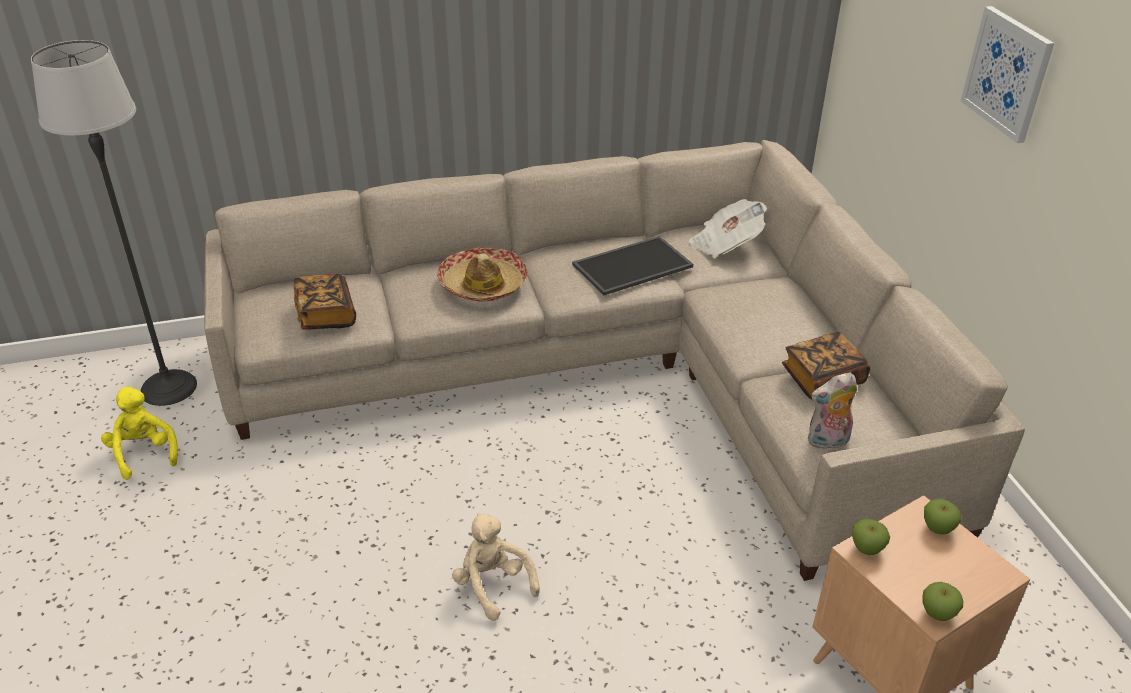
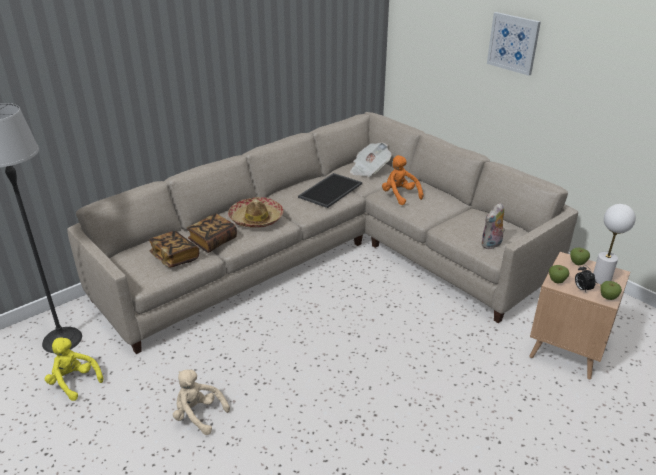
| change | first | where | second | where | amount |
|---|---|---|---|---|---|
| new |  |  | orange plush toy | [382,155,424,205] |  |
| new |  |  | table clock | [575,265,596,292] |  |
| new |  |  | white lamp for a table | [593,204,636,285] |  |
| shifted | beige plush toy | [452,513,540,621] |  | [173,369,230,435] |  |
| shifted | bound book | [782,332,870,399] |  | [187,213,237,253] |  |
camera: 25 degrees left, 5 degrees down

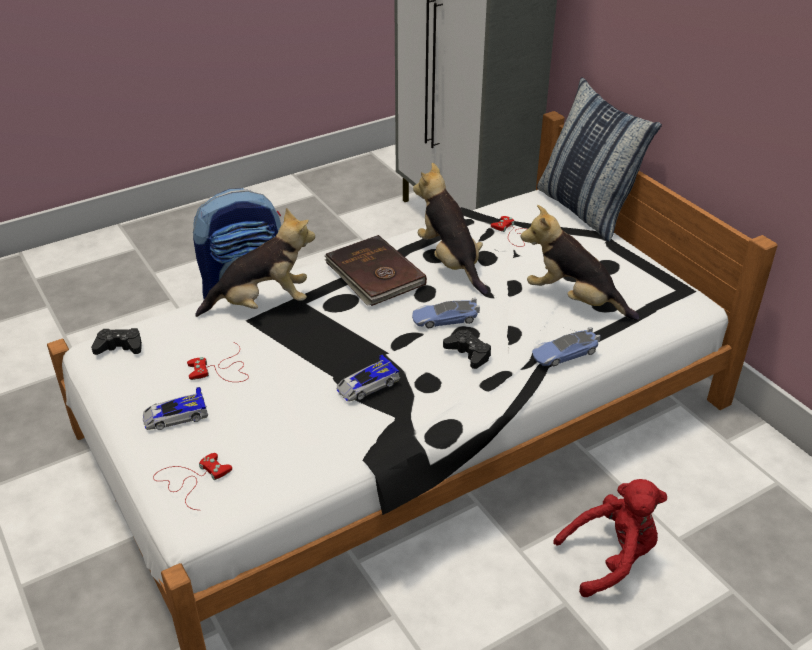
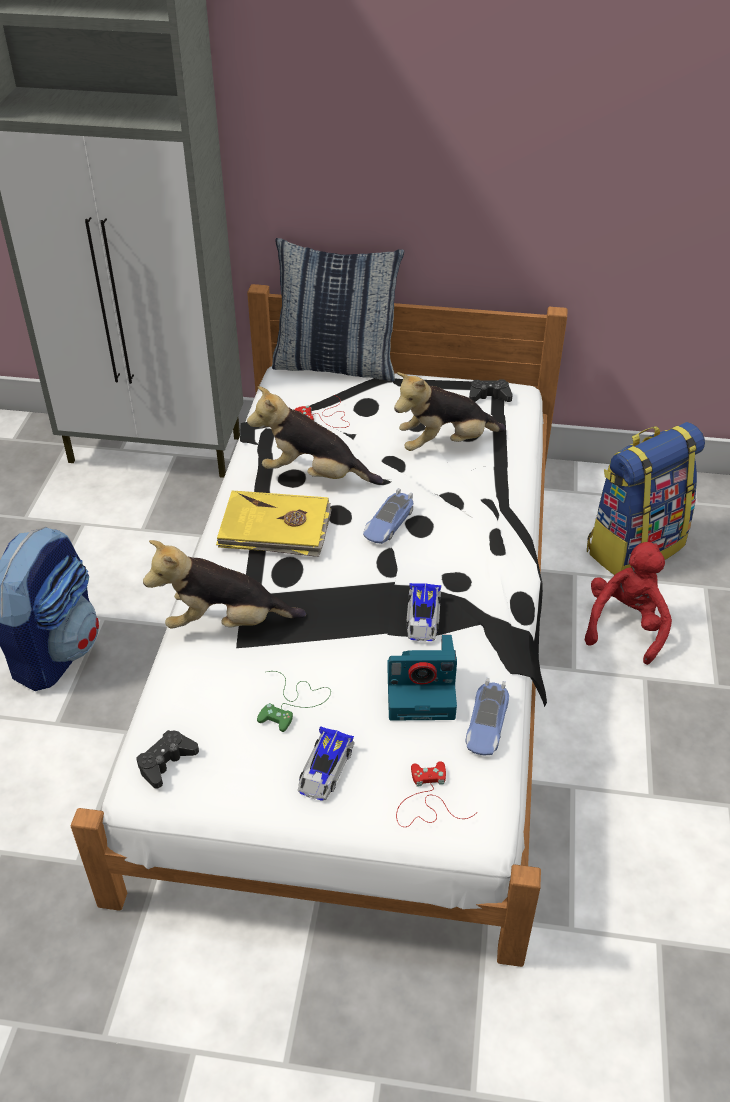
| change | first | where | second | where | amount |
|---|---|---|---|---|---|
| new |  |  | still camera | [387,635,457,721] |  |
| new |  |  | knapsack | [587,422,705,575] |  |
| shifted | blackish joypad | [443,330,491,369] |  | [469,380,513,402] |  |
| shifted | model car | [532,327,601,366] |  | [465,678,509,755] |  |
| repainted | red-coloured joypad | [187,343,249,382] | green joypad | [257,671,331,732] |  |
| repainted | brown bound book | [325,235,427,306] | yellow bound book | [216,491,332,557] |  |
| rotated | plush toy | [195,208,315,317] |  | [143,540,306,629] | 120 degrees counterclockwise |
camera: 50 degrees left, 5 degrees up

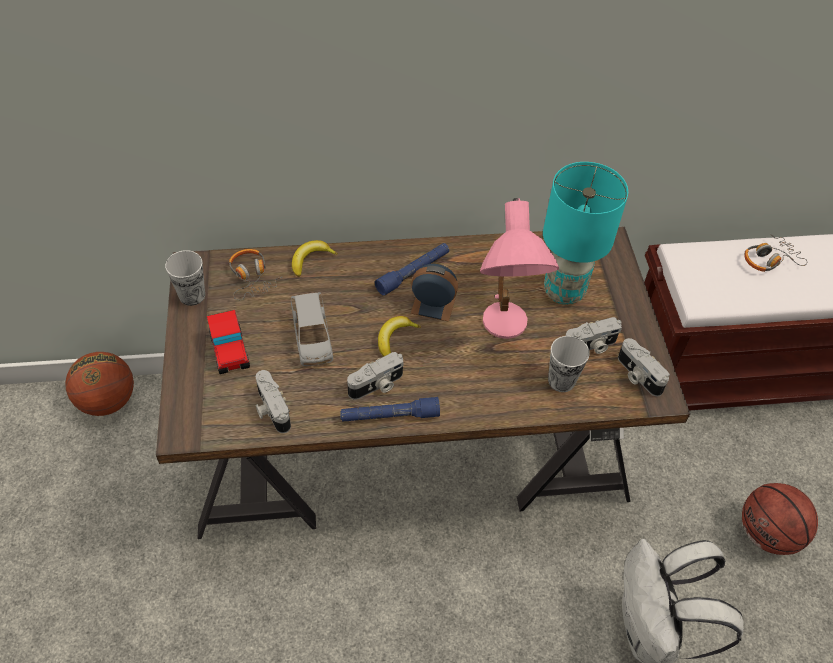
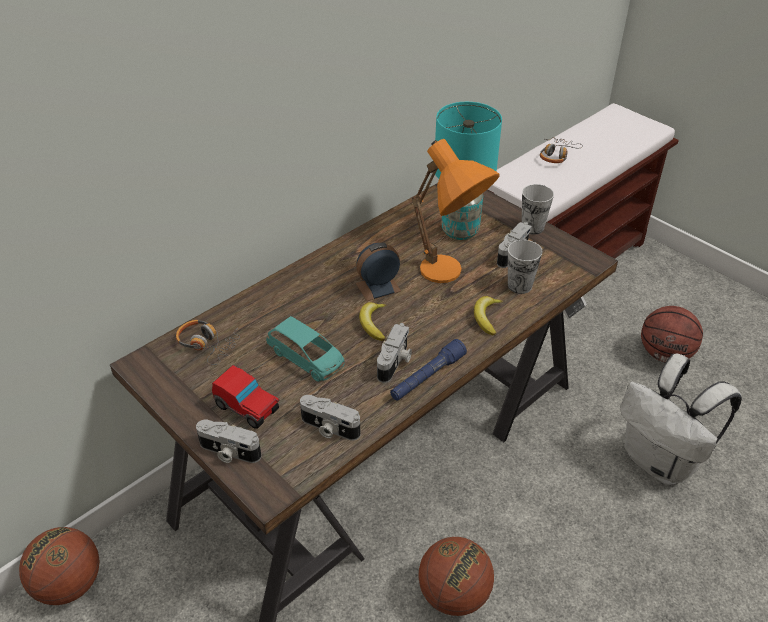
| change | first | where | second | where | amount |
|---|---|---|---|---|---|
| gone | bluish flashlight | [375,243,449,296] |  |  |  |
| new |  |  | basketball | [418,537,494,616] |  |
| shifted | drinking cup | [165,250,205,306] |  | [522,184,554,235] |  |
| shifted | whole banana | [292,240,338,277] |  | [474,296,503,335] |  |
| shifted | still camera | [618,338,670,396] |  | [196,420,261,463] |  |
| repainted | grey model car | [291,292,333,366] | turquoise-coloured model car | [266,316,345,382] |  |
| repainted | pink-coloured lamp for a table | [480,198,559,339] | orange lamp for a table | [412,139,500,283] |  |
camera: 35 degrees left, 10 degrees down

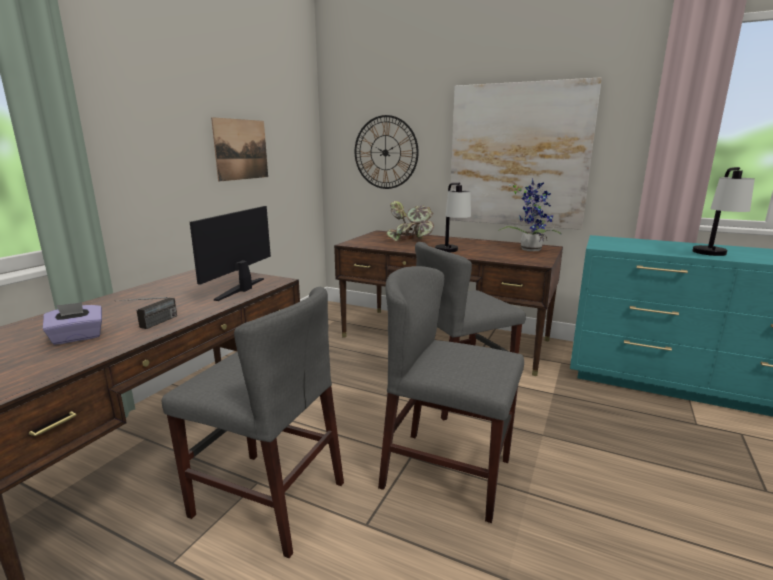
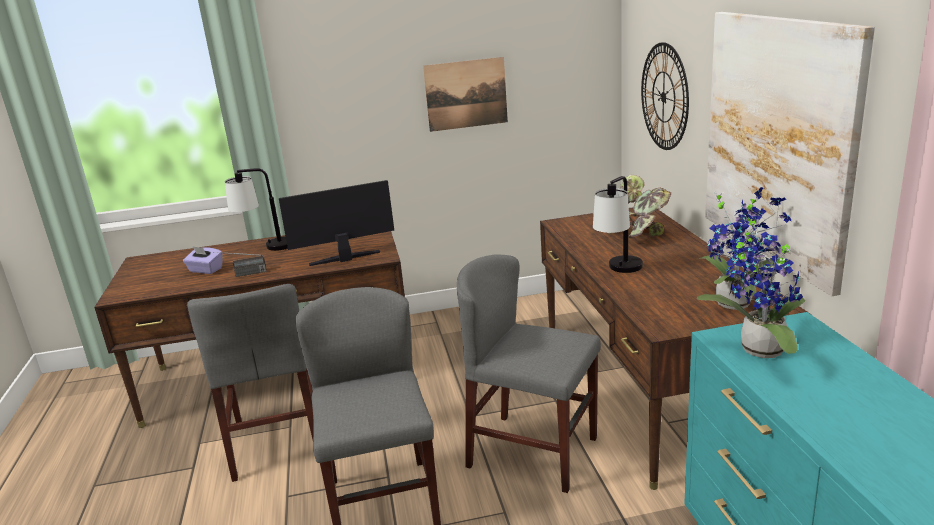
| change | first | where | second | where | amount |
|---|---|---|---|---|---|
| new |  |  | potted plant | [697,222,805,358] |  |
| shifted | lamp for a table | [693,167,755,256] |  | [225,168,288,251] |  |
camera: 55 degrees right, 5 degrees up

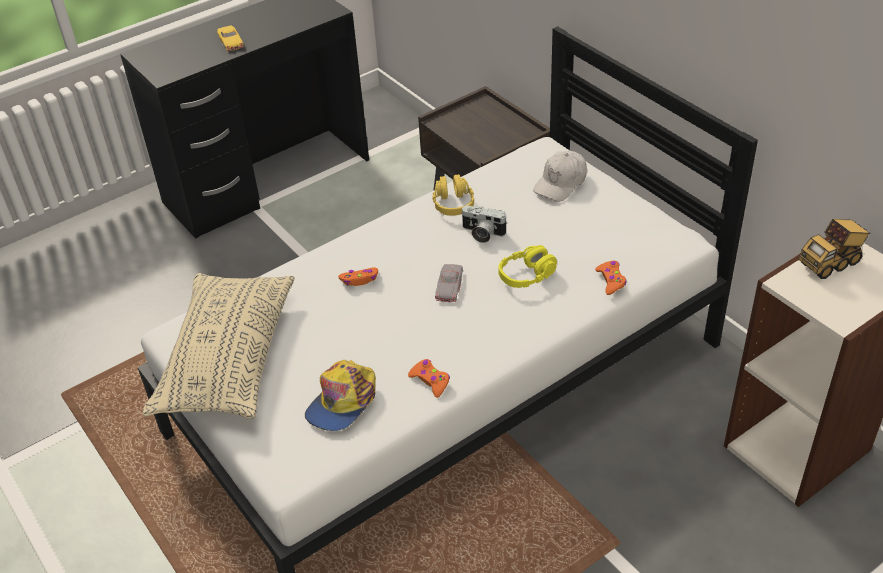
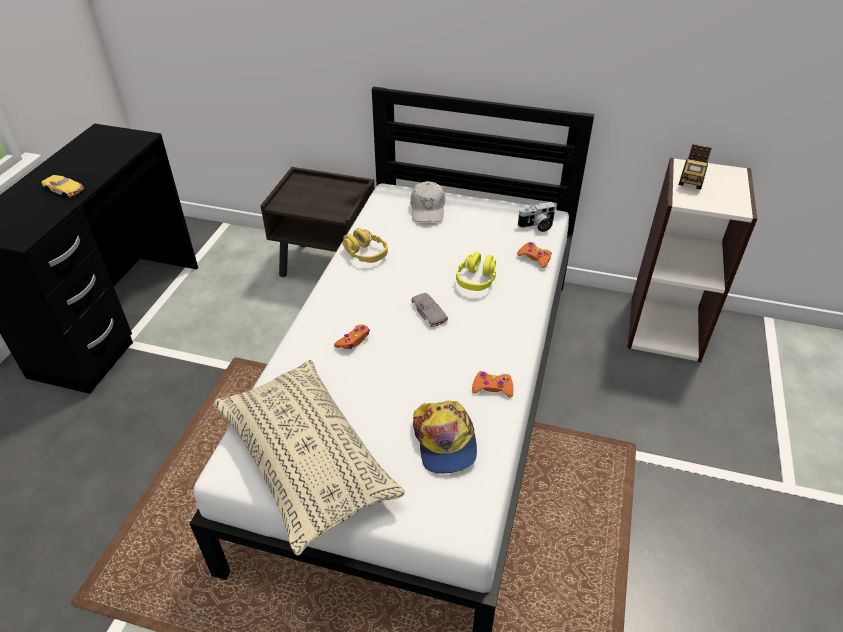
| change | first | where | second | where | amount |
|---|---|---|---|---|---|
| shifted | still camera | [461,206,508,243] |  | [518,202,556,232] |  |
camera: 40 degrees left, 0 degrees up

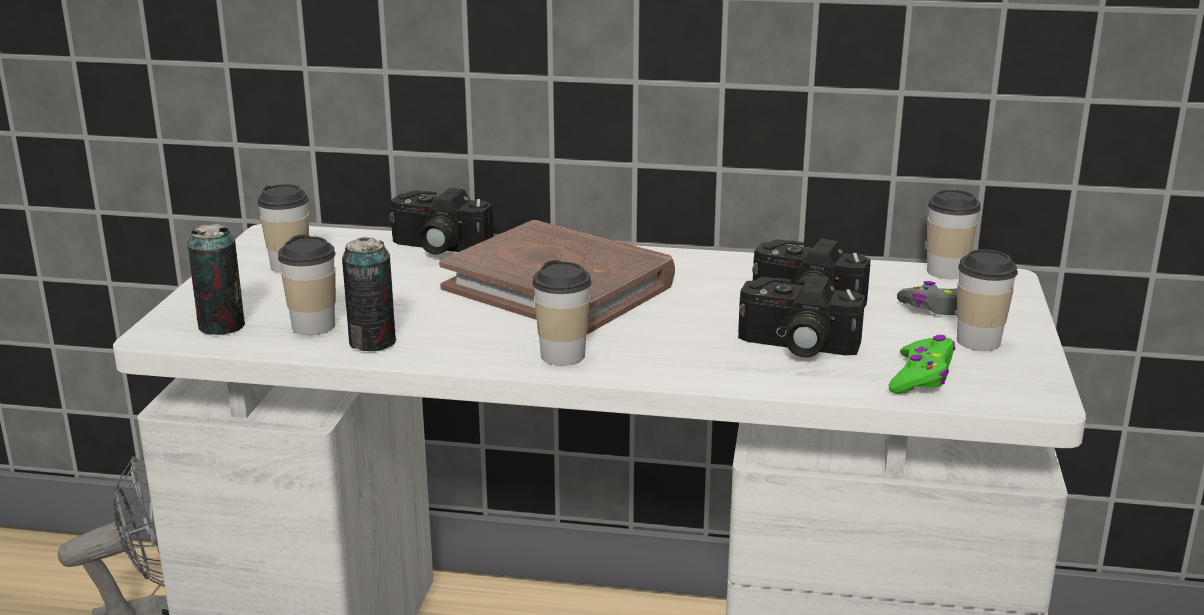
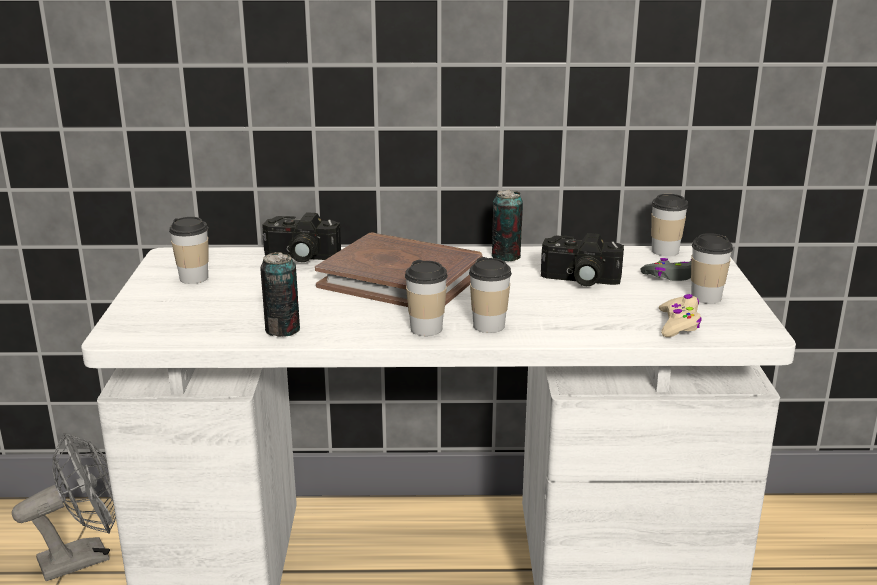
| change | first | where | second | where | amount |
|---|---|---|---|---|---|
| gone | still camera | [738,275,865,358] |  |  |  |
| shifted | metal can | [187,224,245,335] |  | [492,190,523,261] |  |
| shifted | drinking cup | [278,234,336,335] |  | [469,257,512,333] |  |
| repainted | green joypad | [889,335,955,394] | beige joypad | [659,294,702,337] |  |
camera: 10 degrees left, 0 degrees up

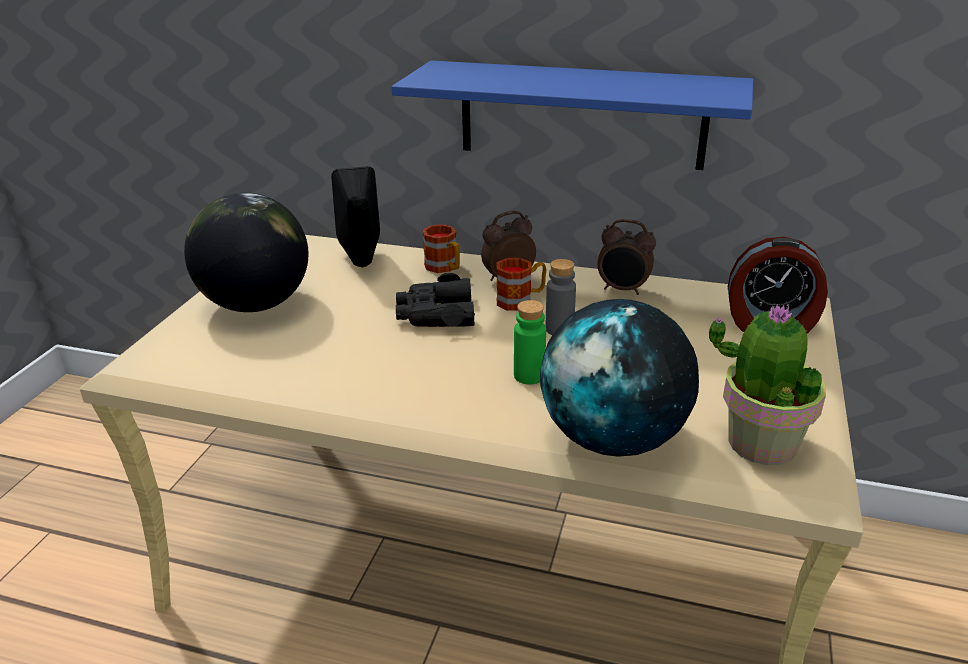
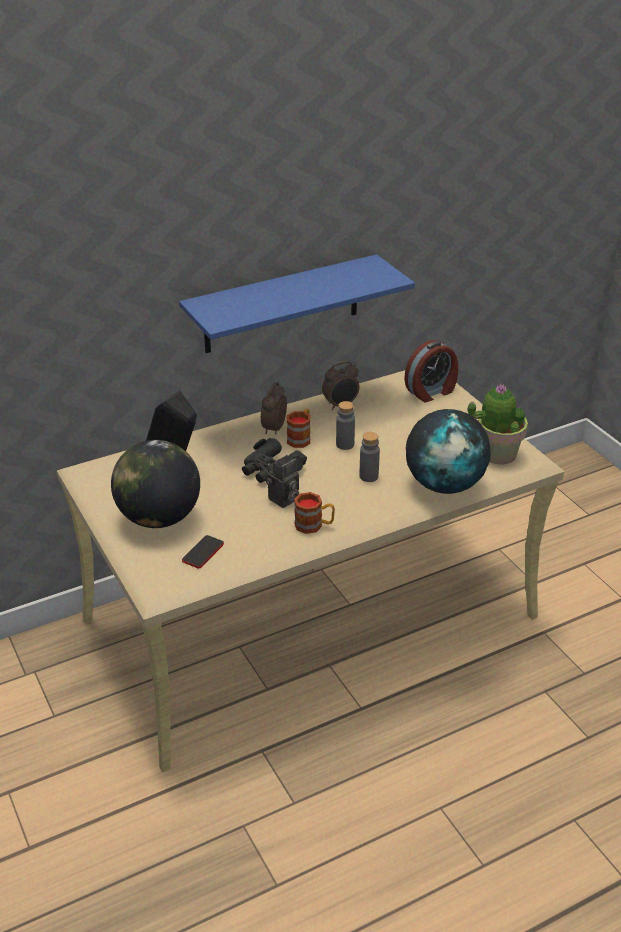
| change | first | where | second | where | amount |
|---|---|---|---|---|---|
| new |  |  | telephone | [182,535,224,569] |  |
| new |  |  | still camera | [266,455,299,508] |  |
| shifted | tea mug | [422,224,460,273] |  | [294,492,335,534] |  |
| repainted | green beverage bottle | [514,300,546,384] | grey beverage bottle | [359,432,380,482] |  |
camera: 45 degrees left, 5 degrees up

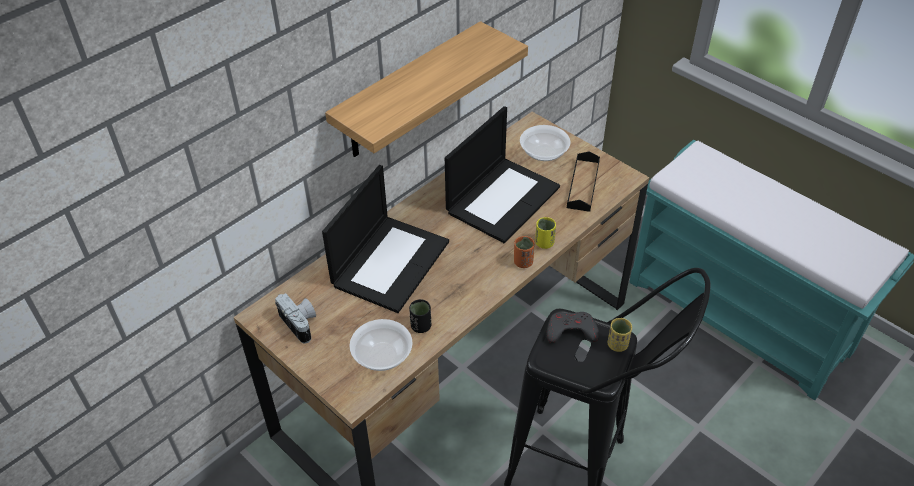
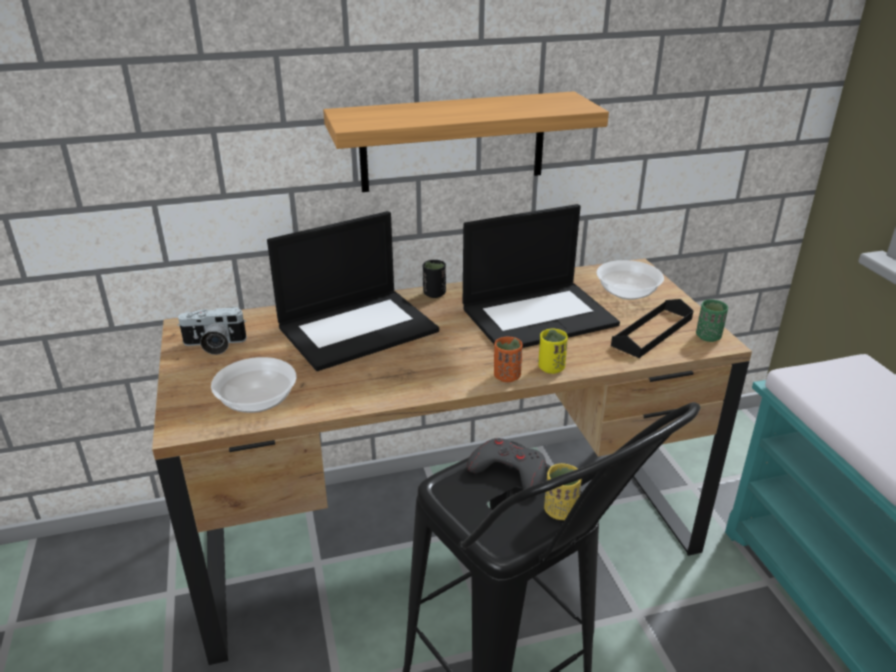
| change | first | where | second | where | amount |
|---|---|---|---|---|---|
| new |  |  | green drinking cup | [696,299,728,342] |  |
| shifted | blackish drinking cup | [409,299,431,333] |  | [423,260,446,298] |  |
| rotated | still camera | [275,293,316,344] |  | [177,307,247,355] | 90 degrees clockwise |
camera: 30 degrees right, 15 degrees down

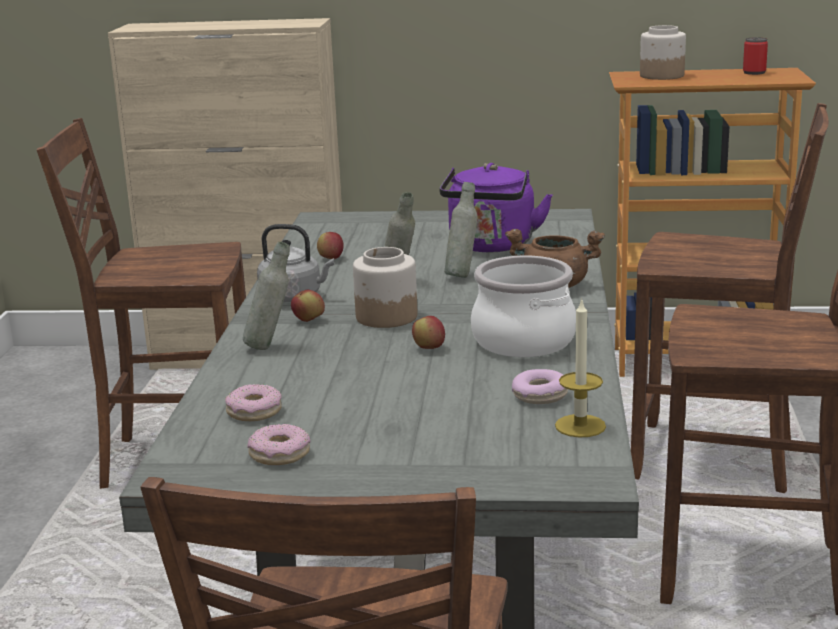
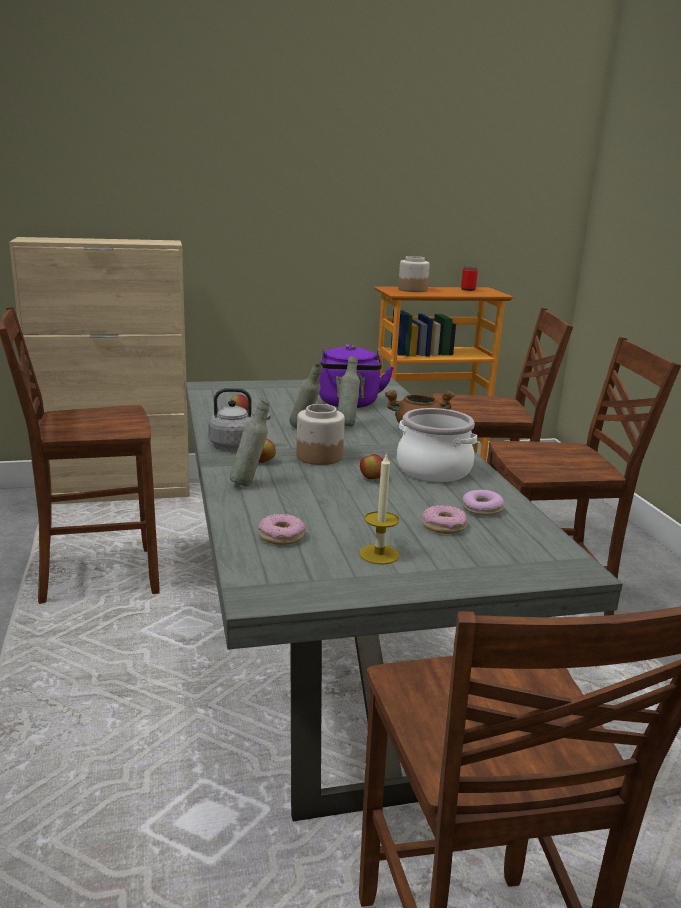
| change | first | where | second | where | amount |
|---|---|---|---|---|---|
| shifted | doughnut | [247,424,310,465] |  | [423,505,467,534] |  |
| shifted | wax candle | [555,298,606,438] |  | [360,455,399,565] |  |
camera: 20 degrees left, 0 degrees up

